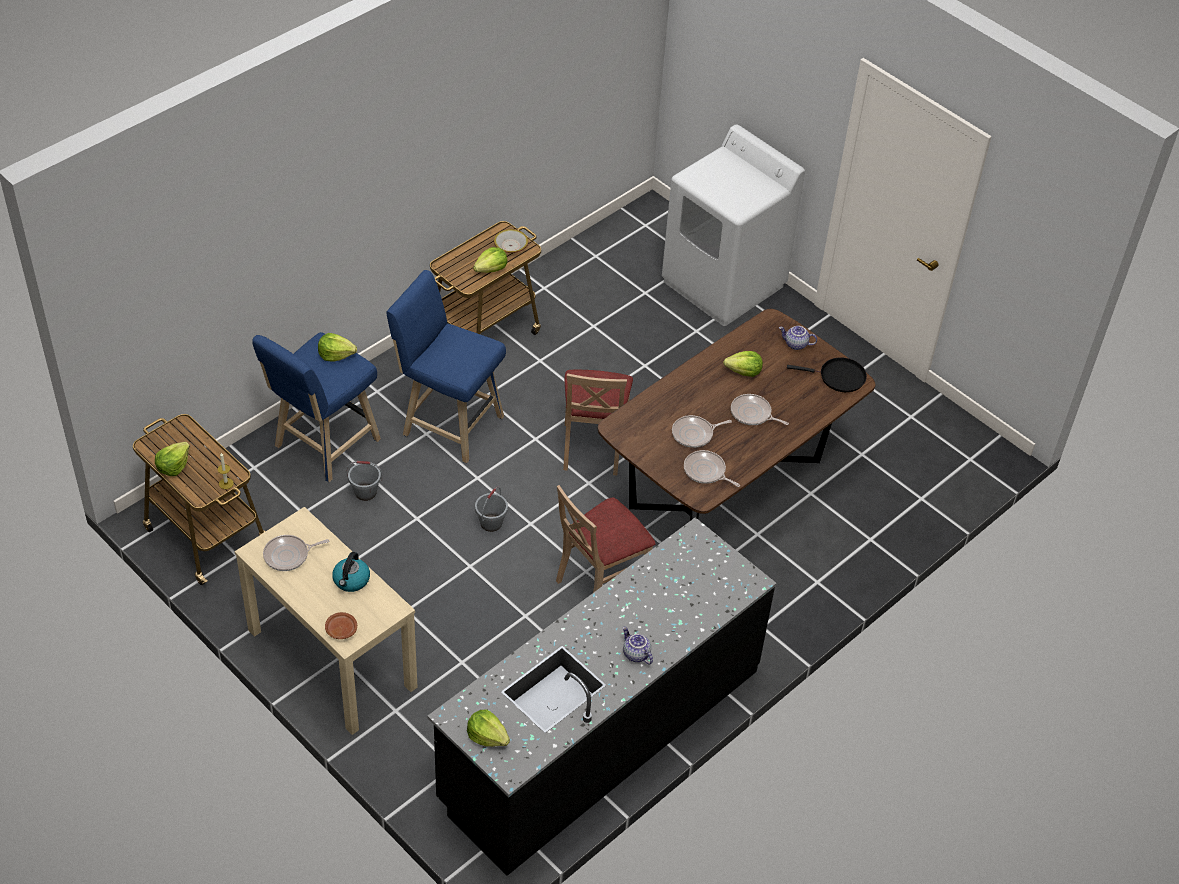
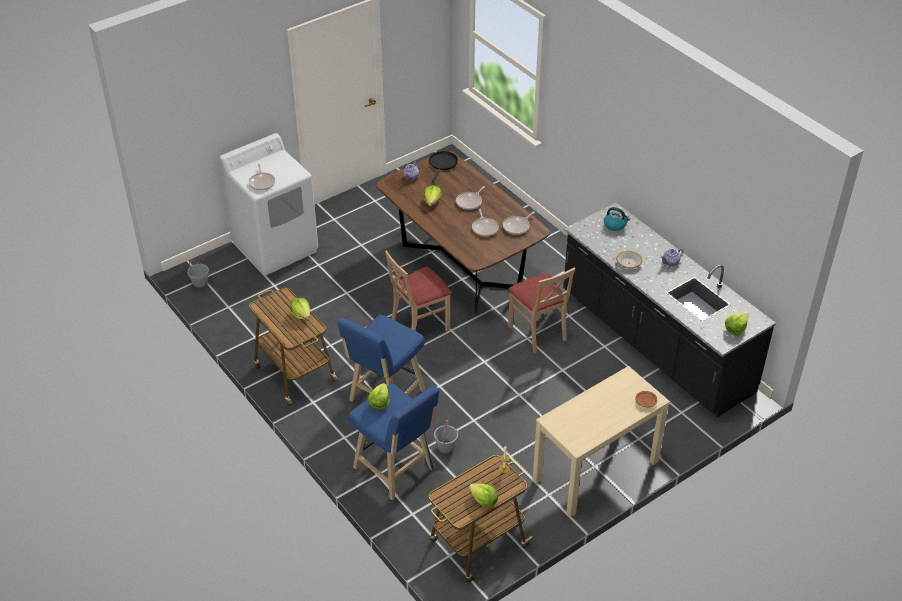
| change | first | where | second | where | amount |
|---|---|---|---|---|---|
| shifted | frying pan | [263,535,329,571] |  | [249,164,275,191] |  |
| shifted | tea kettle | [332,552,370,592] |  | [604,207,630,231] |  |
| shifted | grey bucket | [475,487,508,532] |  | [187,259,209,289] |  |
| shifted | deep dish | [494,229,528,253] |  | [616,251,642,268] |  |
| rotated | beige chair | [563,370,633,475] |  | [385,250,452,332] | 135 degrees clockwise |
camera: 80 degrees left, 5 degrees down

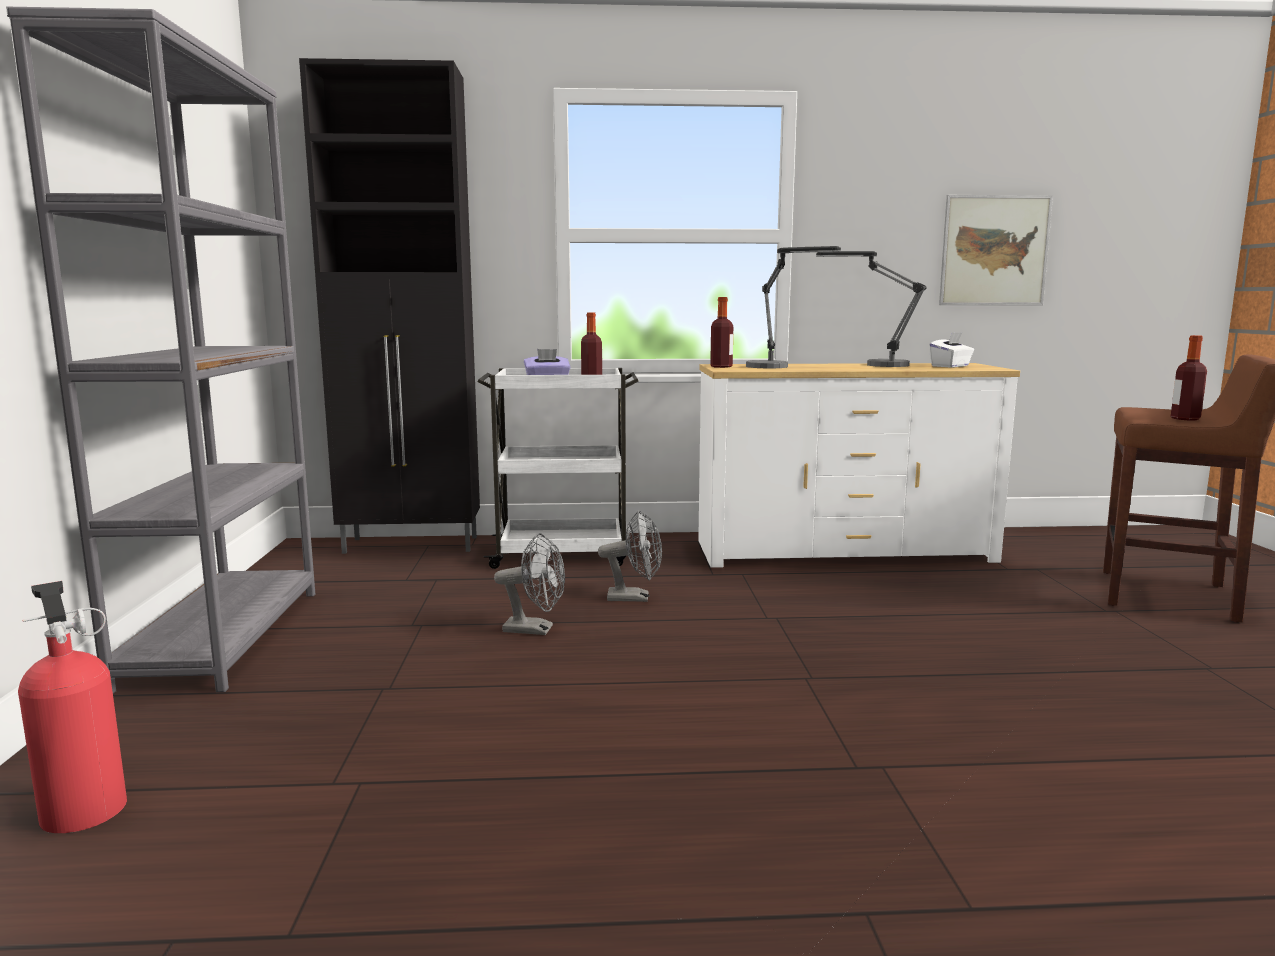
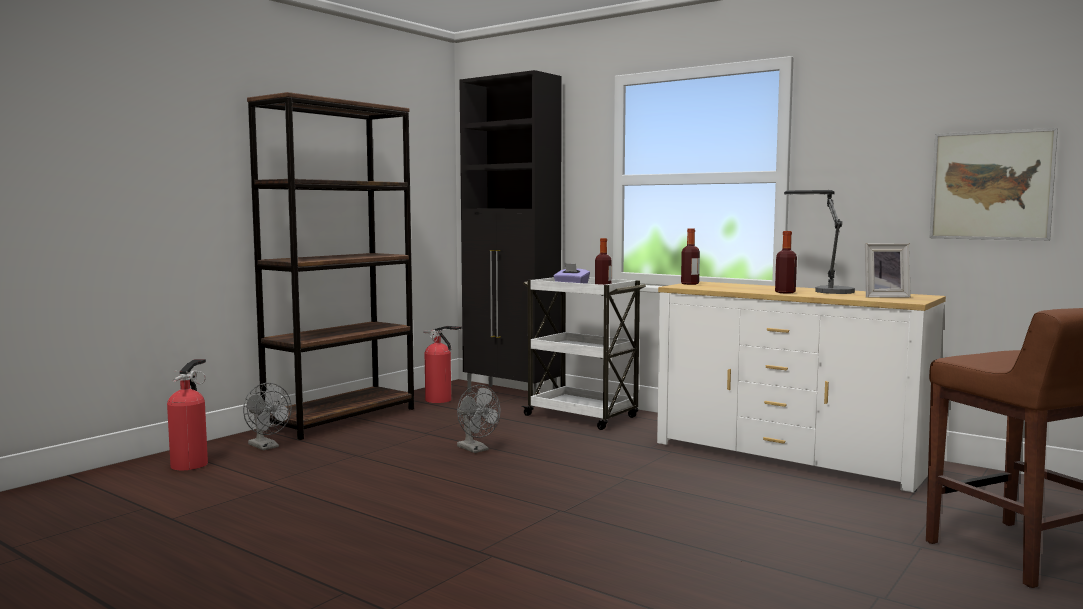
| change | first | where | second | where | amount |
|---|---|---|---|---|---|
| gone | lamp for a table | [746,246,841,368] |  |  |  |
| new |  |  | fire extinguisher | [423,326,462,403] |  |
| shifted | grey cooling fan | [598,510,662,602] |  | [243,383,292,450] |  |
| shifted | beverage bottle | [1171,335,1207,420] |  | [775,231,797,293] |  |
| swapped | white box of tissues | [929,332,974,368] | photo frame | [865,243,911,298] |  |
| repainted | grey shelving unit | [6,7,315,694] | brown shelving unit | [247,92,414,440] |  |
camera: 40 degrees right, 5 degrees down

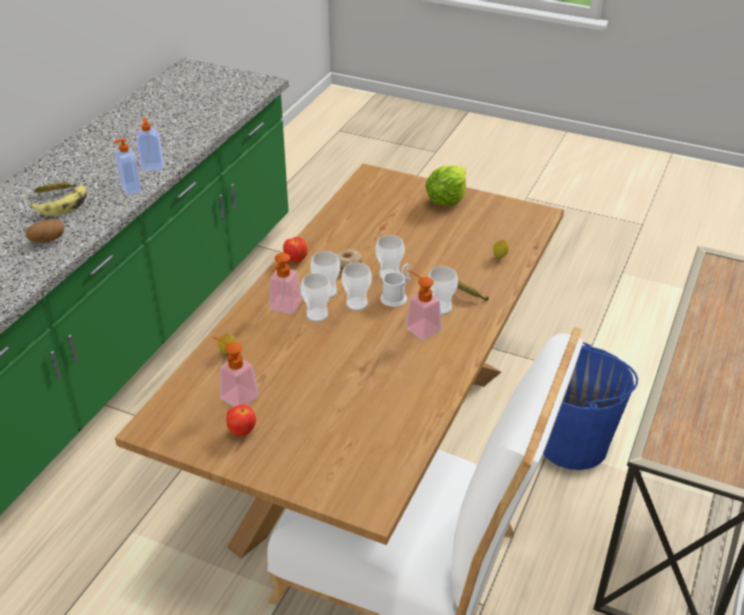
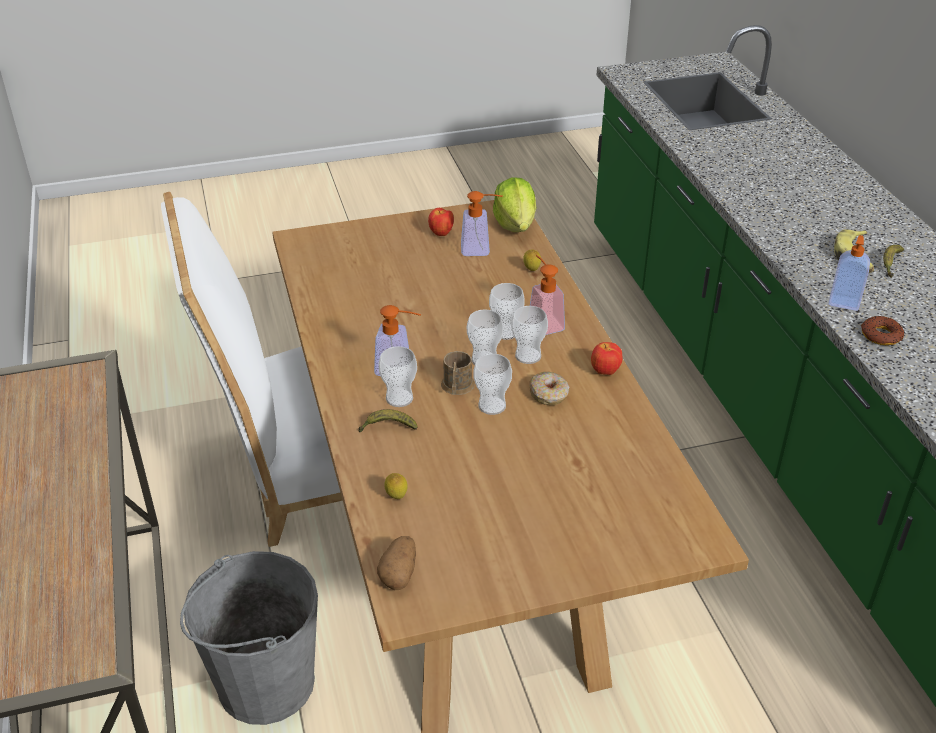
| change | first | where | second | where | amount |
|---|---|---|---|---|---|
| shifted | whole potato | [26,219,64,243] |  | [377,536,416,590] |  |
| shifted | lettuce | [426,165,466,206] |  | [493,177,536,232] |  |
| swapped | soap dispenser | [136,118,164,171] | doughnut | [861,316,904,345] |  |
| repainted | white tea mug | [380,263,411,307] | brown tea mug | [441,351,475,395] |  |
| repainted | bluish bucket | [543,342,638,470] | grey bucket | [180,551,318,725] |  |
camera: 140 degrees right, 0 degrees up

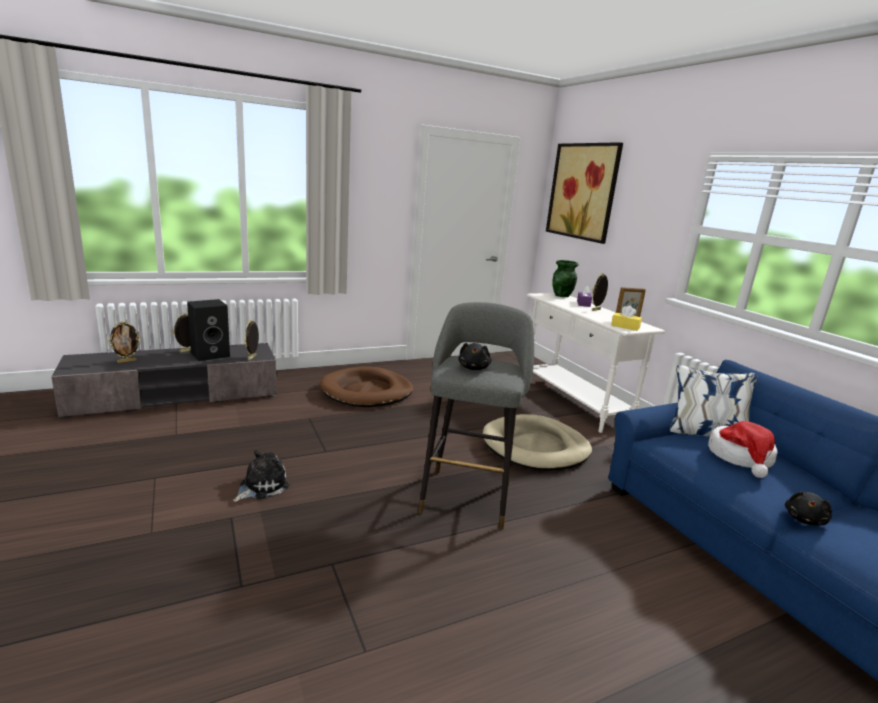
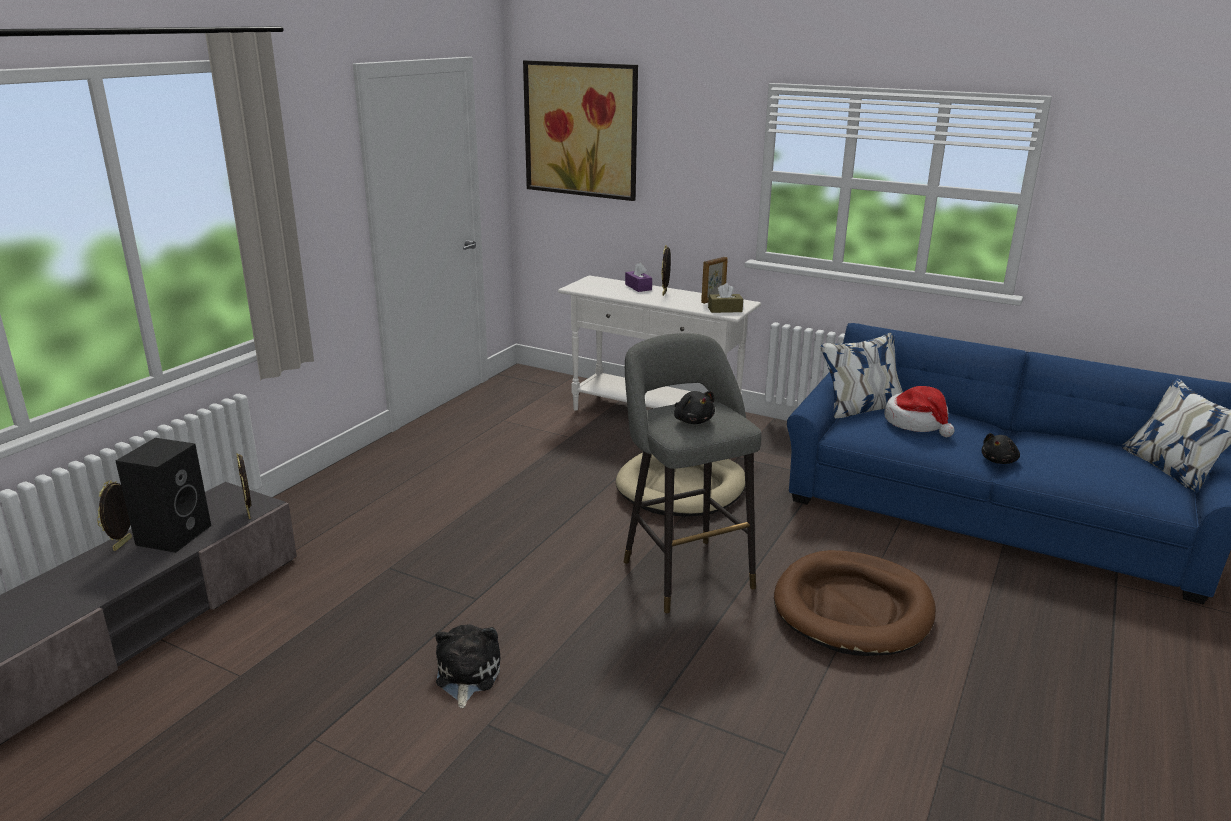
| change | first | where | second | where | amount |
|---|---|---|---|---|---|
| gone | photo frame | [109,321,141,363] |  |  |  |
| gone | green vase | [553,260,578,297] |  |  |  |
| shifted | brown dog bed | [320,366,413,407] |  | [774,550,936,656] |  |
| repainted | yellow box of tissues | [611,305,642,331] | brown box of tissues | [708,283,743,313] |  |
| rotated | blackish plush toy | [785,491,832,526] |  | [981,433,1020,464] | 45 degrees clockwise |
camera: 35 degrees left, 5 degrees up

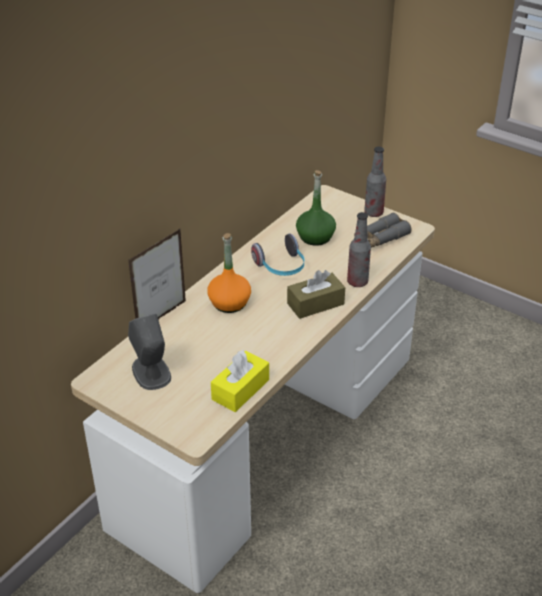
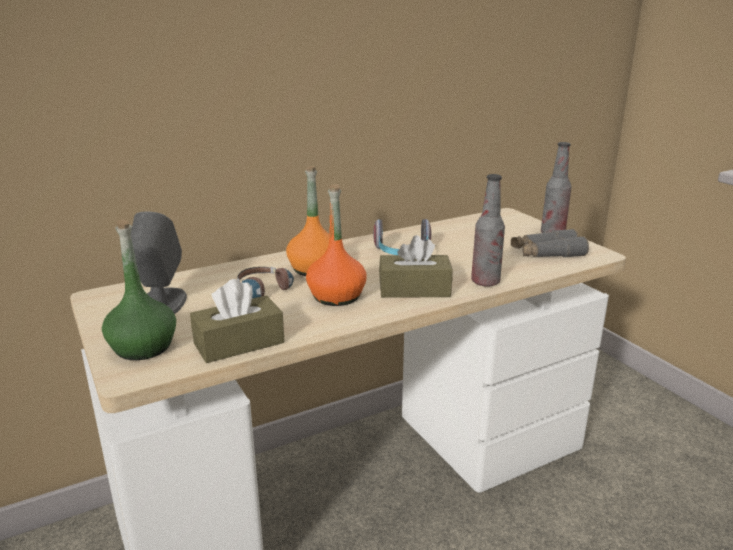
| change | first | where | second | where | amount |
|---|---|---|---|---|---|
| gone | photo frame | [128,228,186,320] |  |  |  |
| new |  |  | headphones | [237,267,294,298] |  |
| new |  |  | orange beverage bottle | [306,184,367,306] |  |
| shifted | green beverage bottle | [296,170,336,246] |  | [102,220,176,360] |  |
| repainted | yellow box of tissues | [211,350,269,412] | brown box of tissues | [190,279,284,363] |  |
camera: 25 degrees right, 15 degrees down

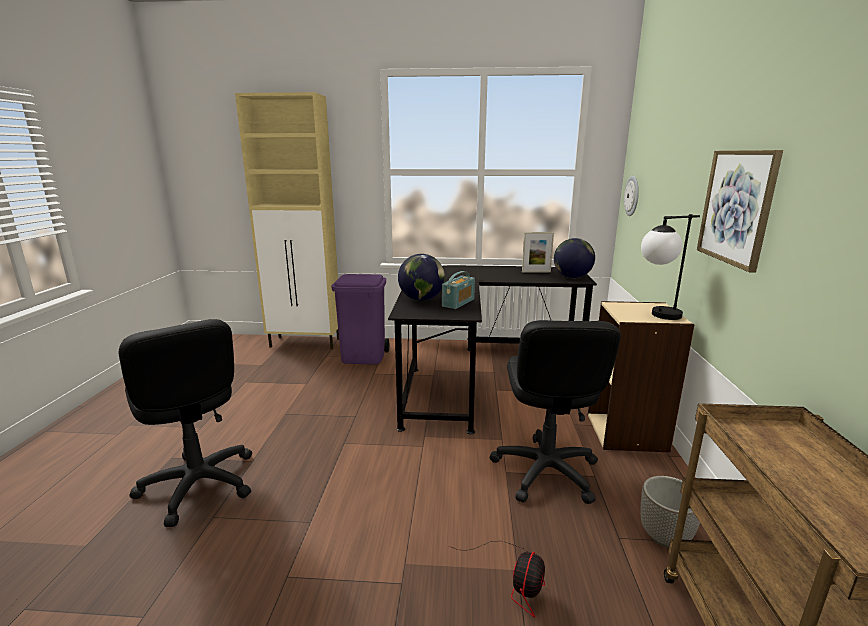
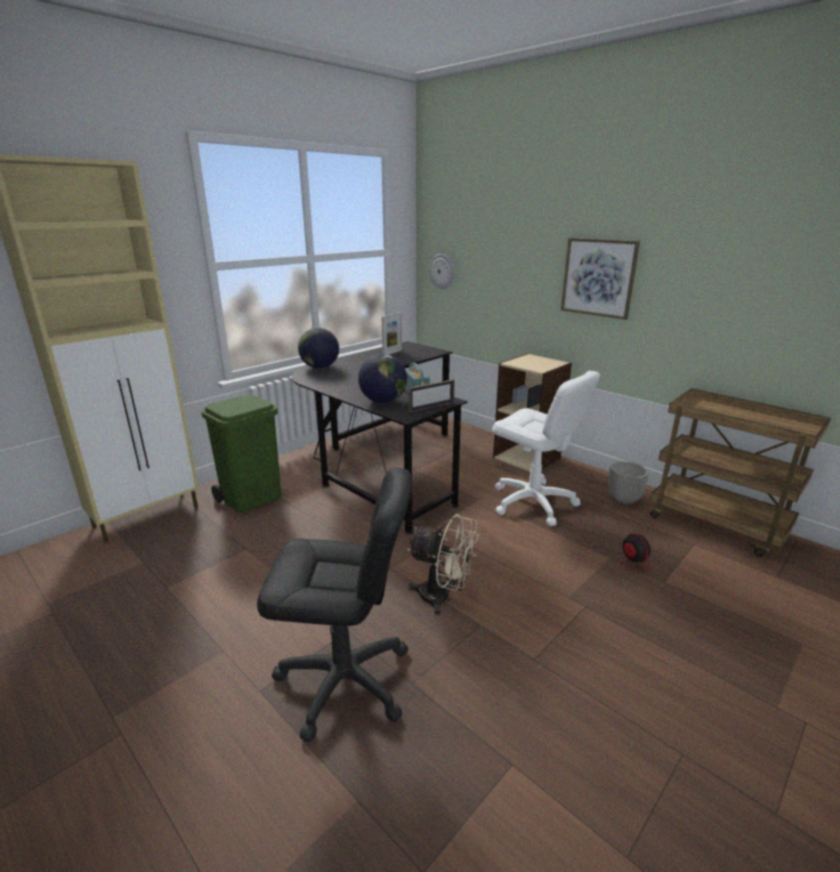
| change | first | where | second | where | amount |
|---|---|---|---|---|---|
| gone | lamp for a table | [641,214,700,320] |  |  |  |
| new |  |  | beige cooling fan | [407,514,479,615] |  |
| new |  |  | photo frame | [409,379,455,412] |  |
| shifted | desk globe | [554,238,595,278] |  | [298,328,339,369] |  |
| repainted | purple trash can | [331,274,389,365] | green trash can | [201,395,281,513] |  |
| repainted | blackish desk chair | [490,320,621,504] | white desk chair | [492,371,601,526] |  |
camera: 50 degrees left, 5 degrees up

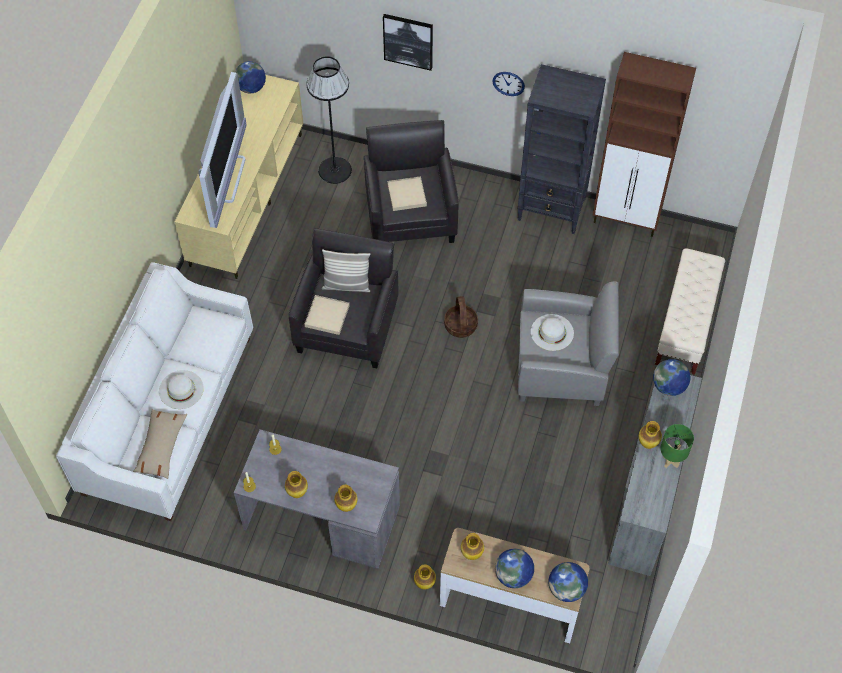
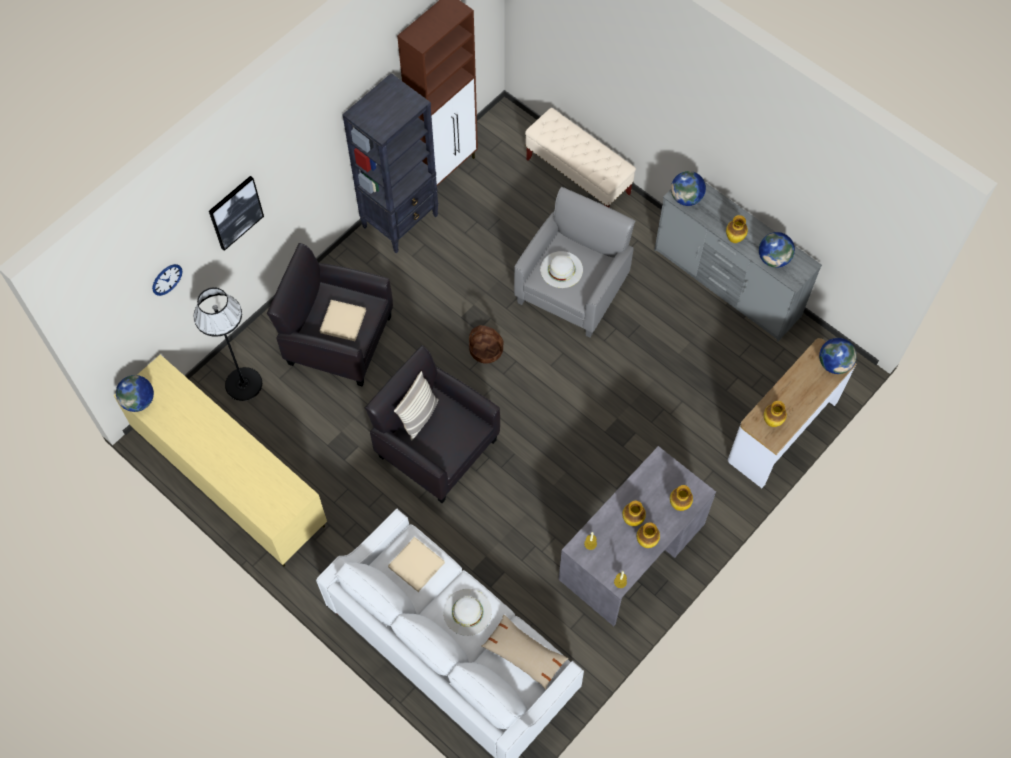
| change | first | where | second | where | amount |
|---|---|---|---|---|---|
| gone | TV set | [198,72,247,228] |  |  |  |
| gone | green lamp for a table | [660,424,694,468] |  |  |  |
| shifted | beige serving tray | [305,295,350,335] |  | [388,537,445,592] |  |
| shifted | vase | [414,564,436,590] |  | [622,501,646,526] |  |
| shifted | clock on the wall | [492,72,525,96] |  | [152,264,182,296] |  |
| shifted | desk globe | [495,549,534,588] |  | [759,232,795,268] |  |
camera: 65 degrees left, 5 degrees up

